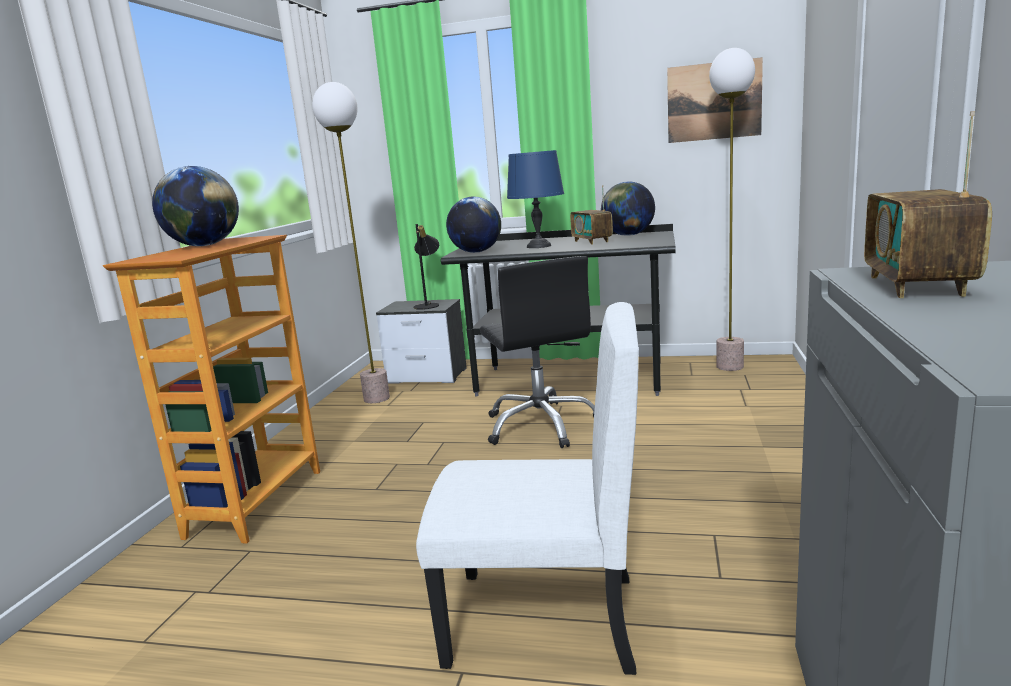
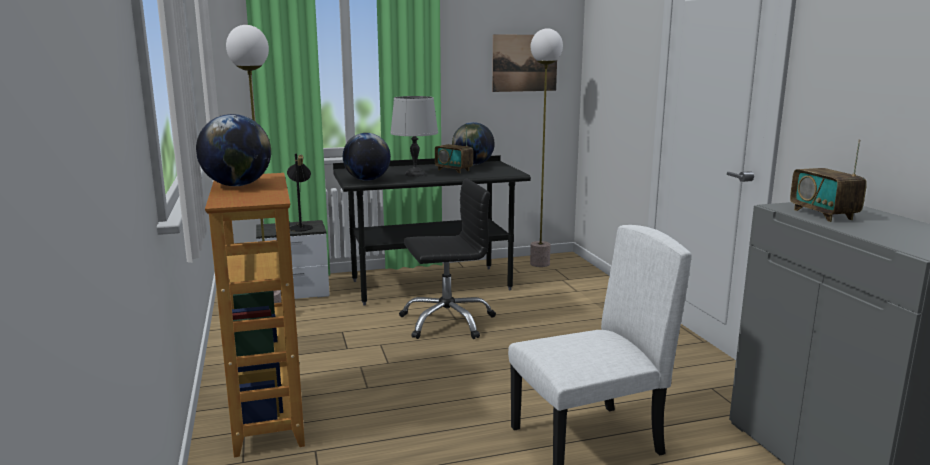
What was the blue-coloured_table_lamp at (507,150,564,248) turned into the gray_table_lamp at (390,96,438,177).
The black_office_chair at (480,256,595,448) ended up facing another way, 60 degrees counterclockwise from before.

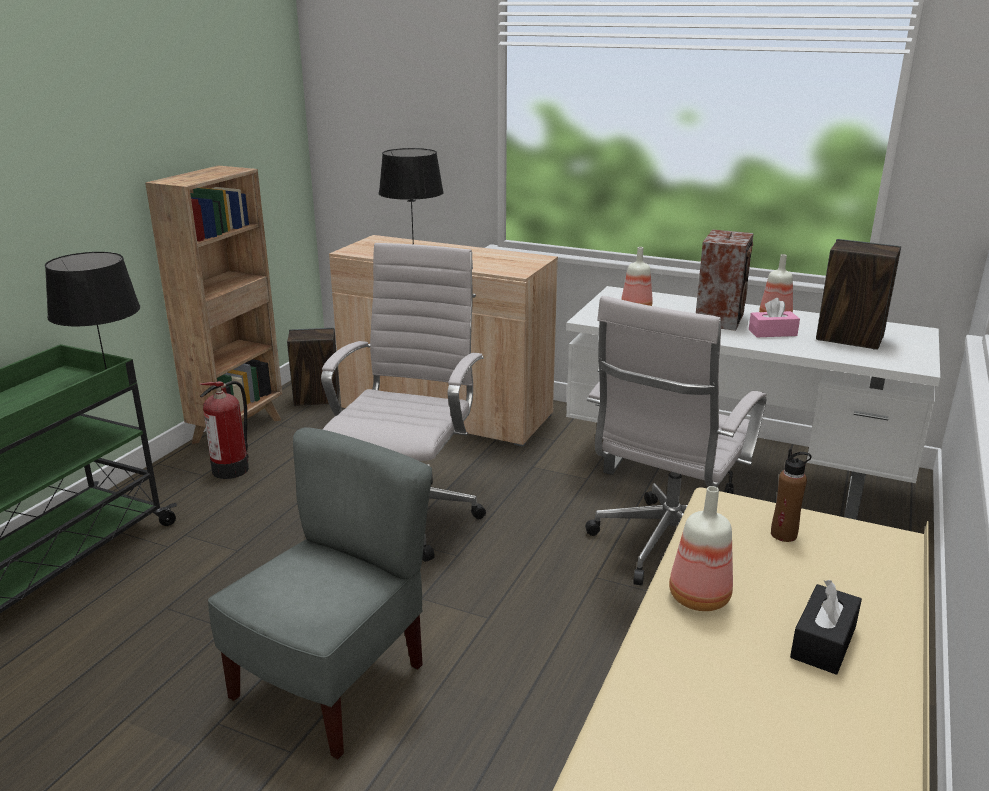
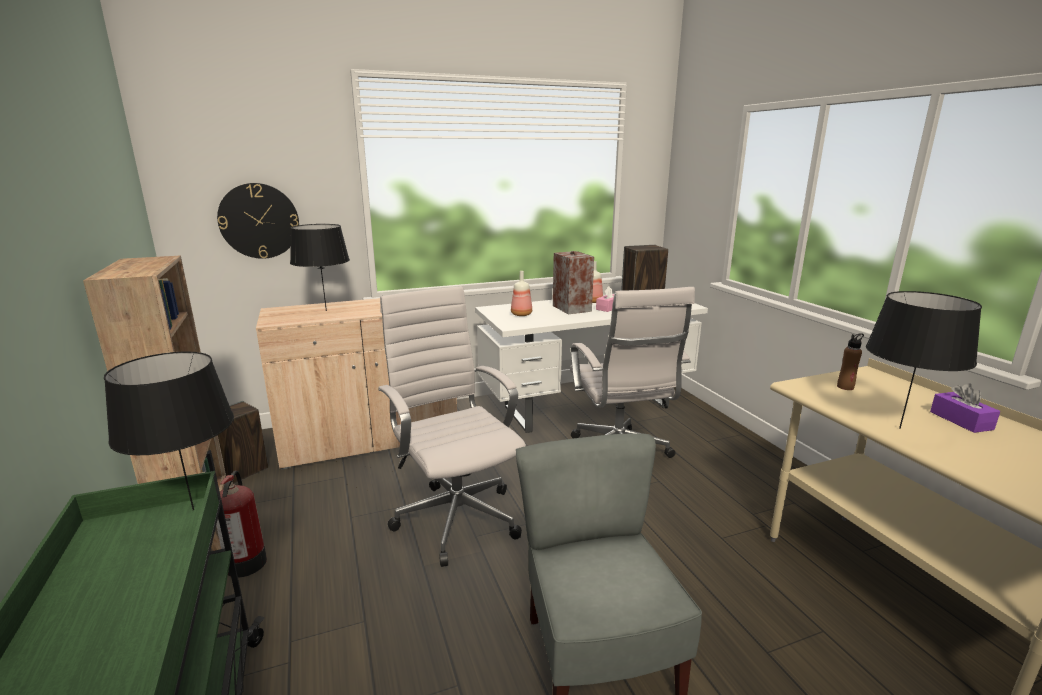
Where the beverage_bottle stood at (669,486,733,611), the black_table_lamp came to stand at (866,291,982,429).
What was the black_tissue_holder at (790,580,862,675) turned into the purple-coloured_tissue_holder at (930,383,1000,433).
The second view gained the wall_clock at (217,183,299,259).

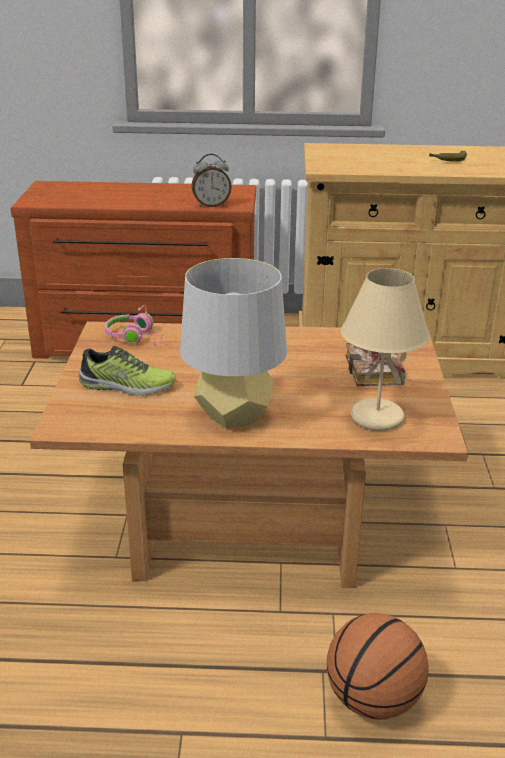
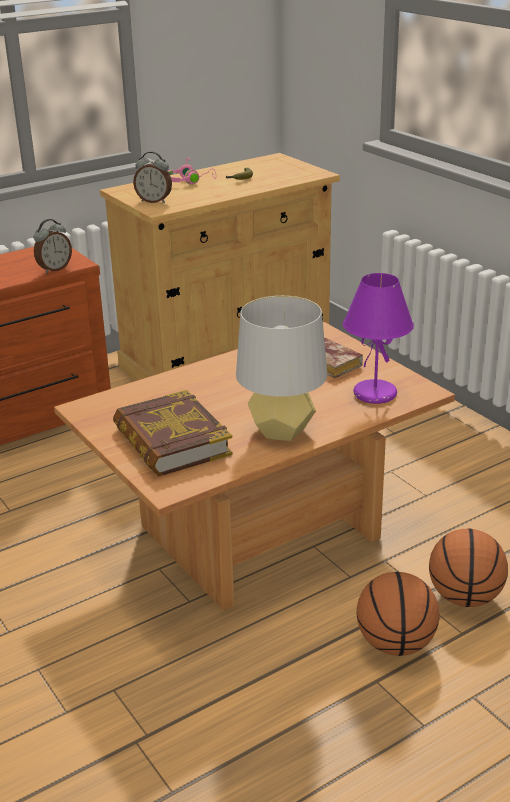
What was the beige-coloured_table_lamp at (341,268,430,431) turned into the purple-coloured_table_lamp at (343,273,414,404).
The pink-coloured_headphones ended up elsewhere, having gone from (104,305,163,346) to (168,157,216,184).
Where the low_shoe stood at (79,346,176,396), the bound_book came to stand at (113,390,233,477).
The second view gained the bedside_clock at (133,151,172,203).
The second view gained the basketball at (357,572,440,656).

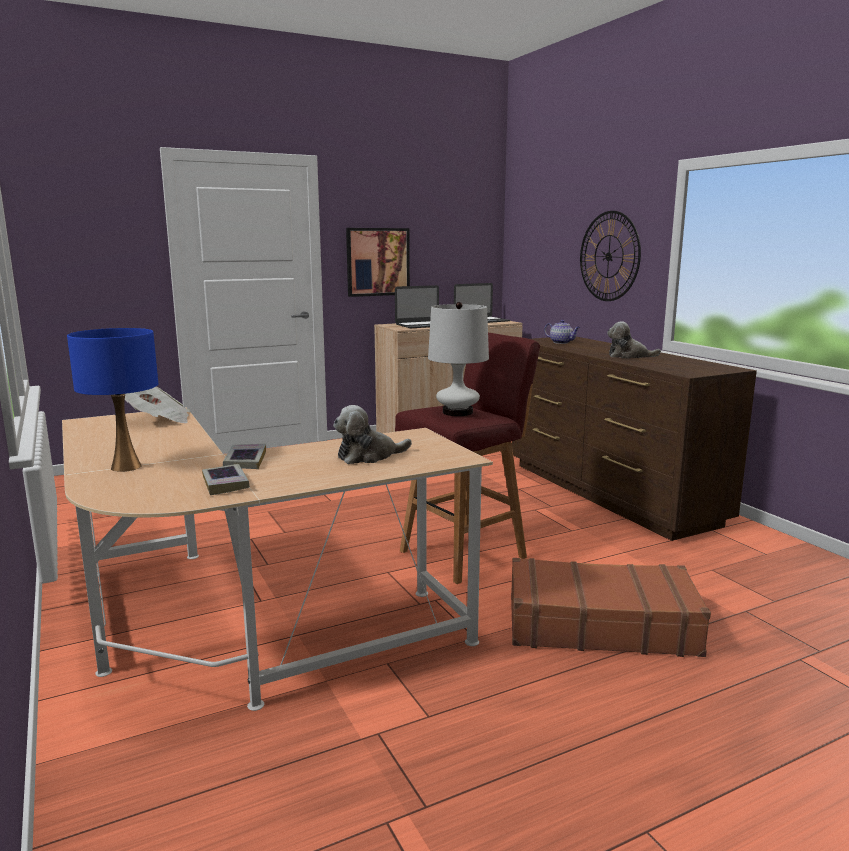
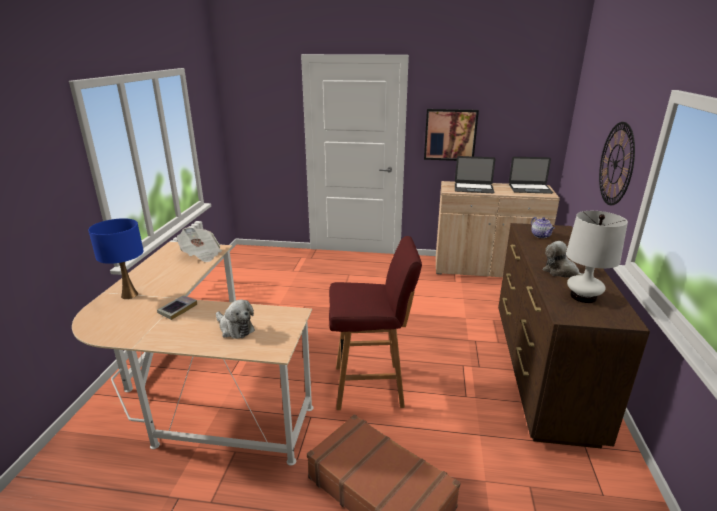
The white-coloured_table_lamp ended up elsewhere, having gone from (428,302,489,416) to (566,211,628,303).
The plush_toy at (333,405,412,464) ended up facing another way, 150 degrees counterclockwise from before.
The second view lost the bound_book at (202,464,250,495).

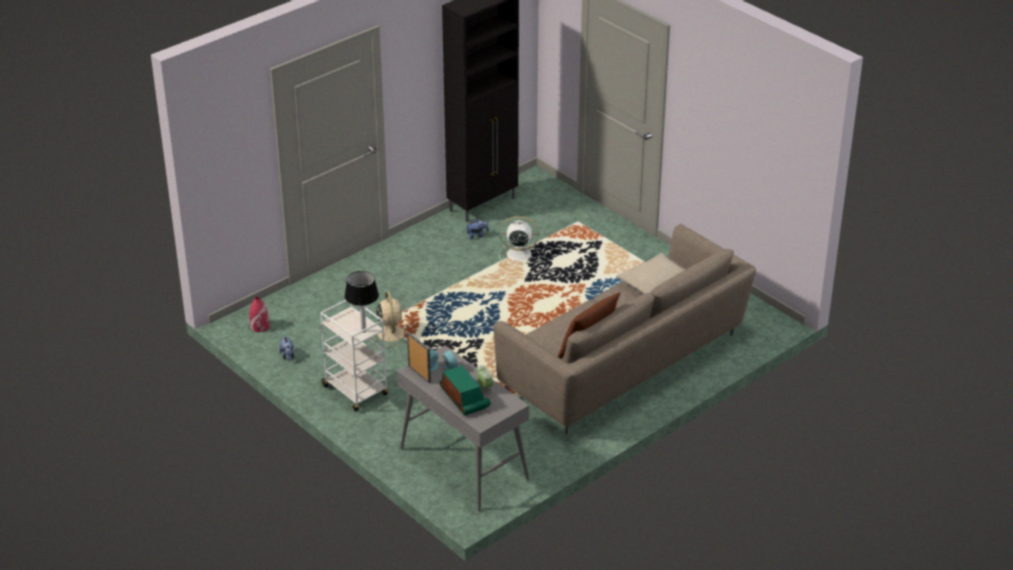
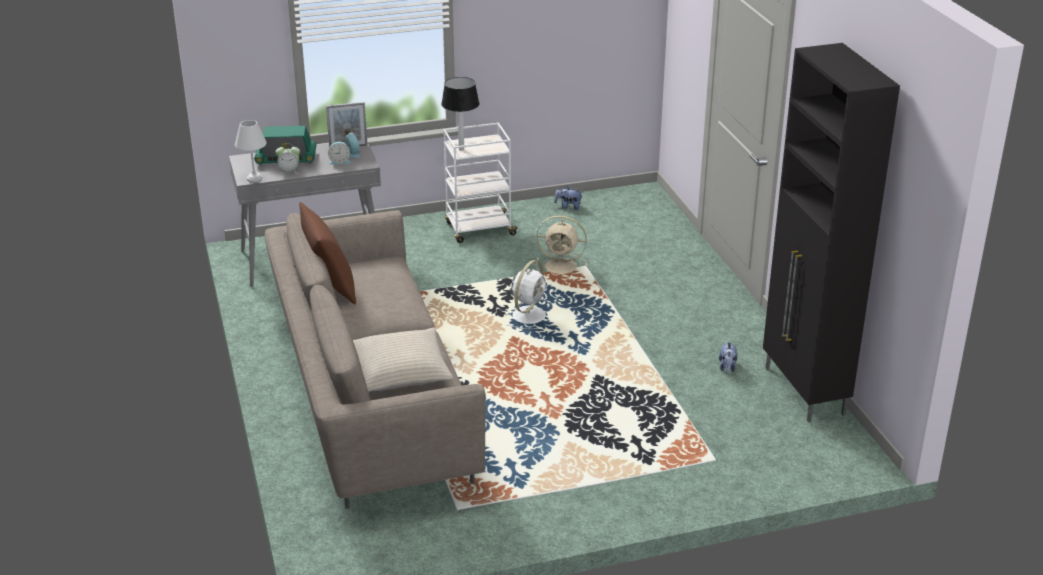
The white-coloured_electric_fan ended up elsewhere, having gone from (499,216,540,265) to (505,260,546,329).
The second view lost the red-coloured_vase at (250,297,269,332).
The second view gained the white-coloured_table_lamp at (235,120,267,182).

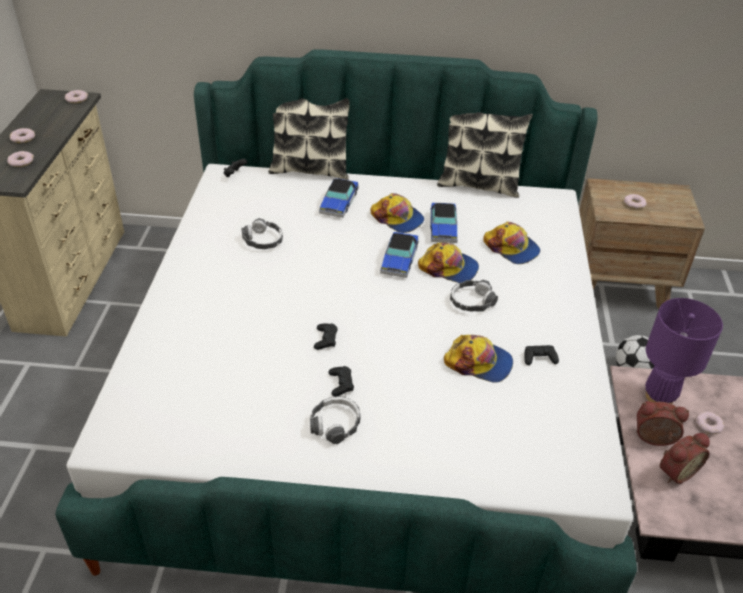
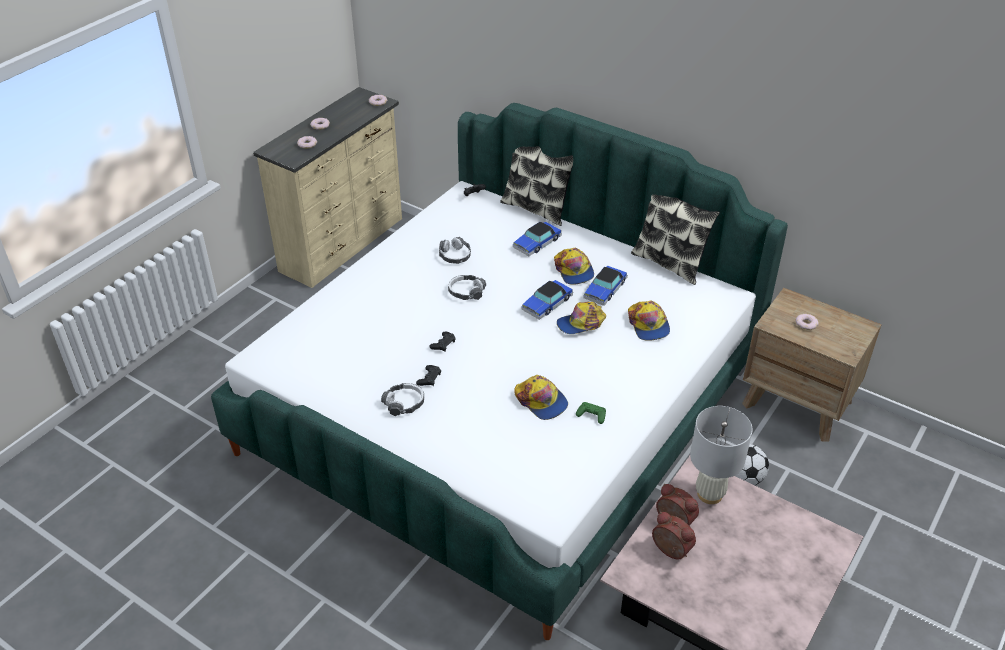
The baseball_cap at (418,242,479,283) ended up facing another way, 105 degrees clockwise from before.
The headphones ended up elsewhere, having gone from (450,279,498,312) to (448,275,486,300).
What was the purple-coloured_table_lamp at (645,298,723,404) turned into the white-coloured_table_lamp at (690,406,752,504).
What was the black_game_controller at (524,345,559,365) turned into the green-coloured_game_controller at (576,402,606,424).
The second view lost the donut at (696,411,724,434).
The bedside_clock at (660,433,710,484) ended up facing another way, 135 degrees counterclockwise from before.

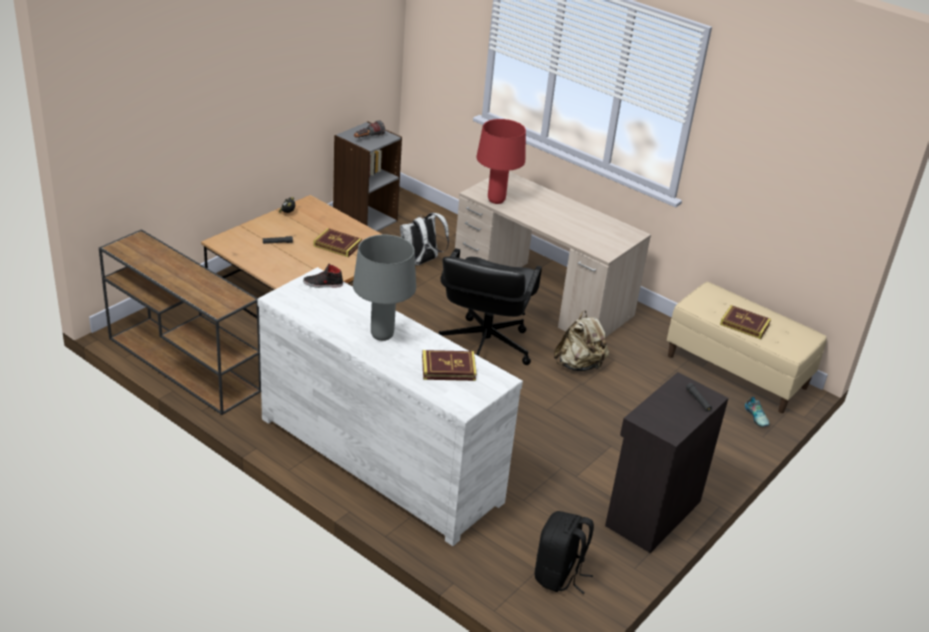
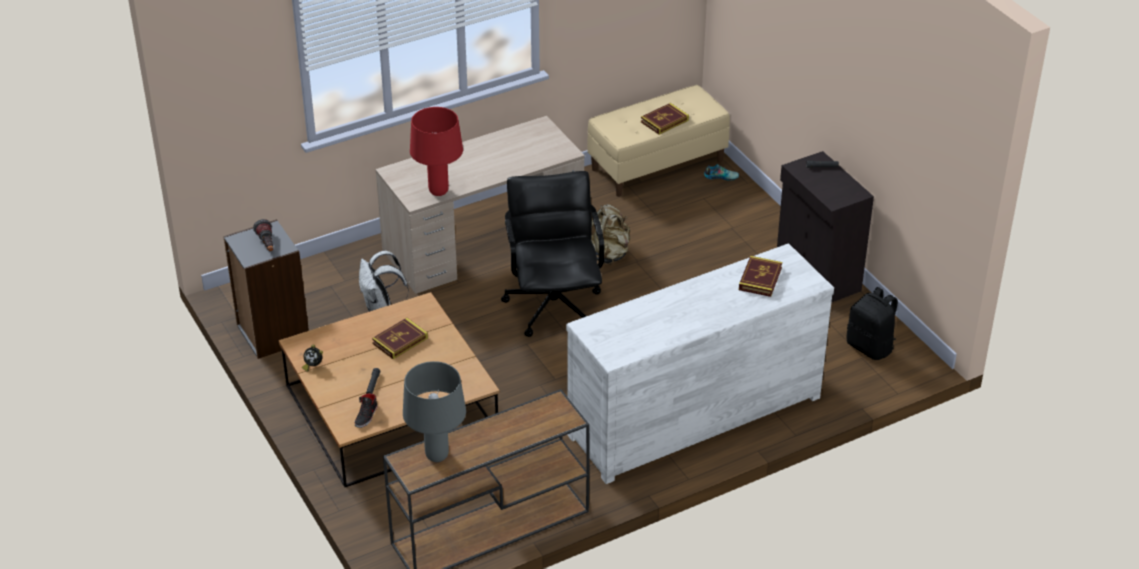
The gray_table_lamp ended up elsewhere, having gone from (353,235,416,341) to (403,361,466,462).
The black_office_chair at (439,248,542,365) ended up facing another way, 135 degrees counterclockwise from before.
The black_low_shoe ended up elsewhere, having gone from (303,264,343,288) to (355,393,378,428).

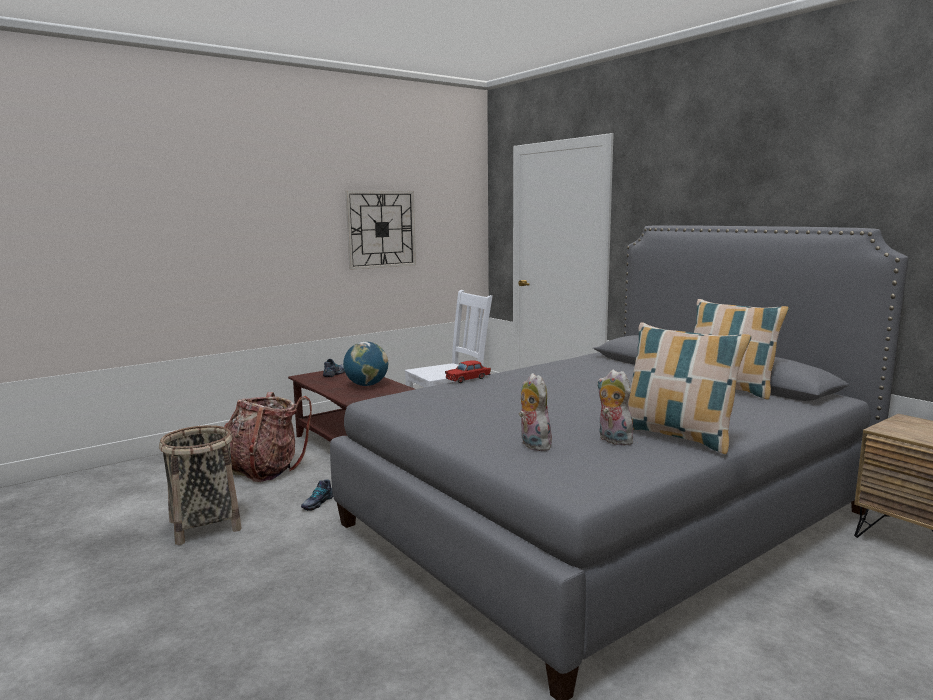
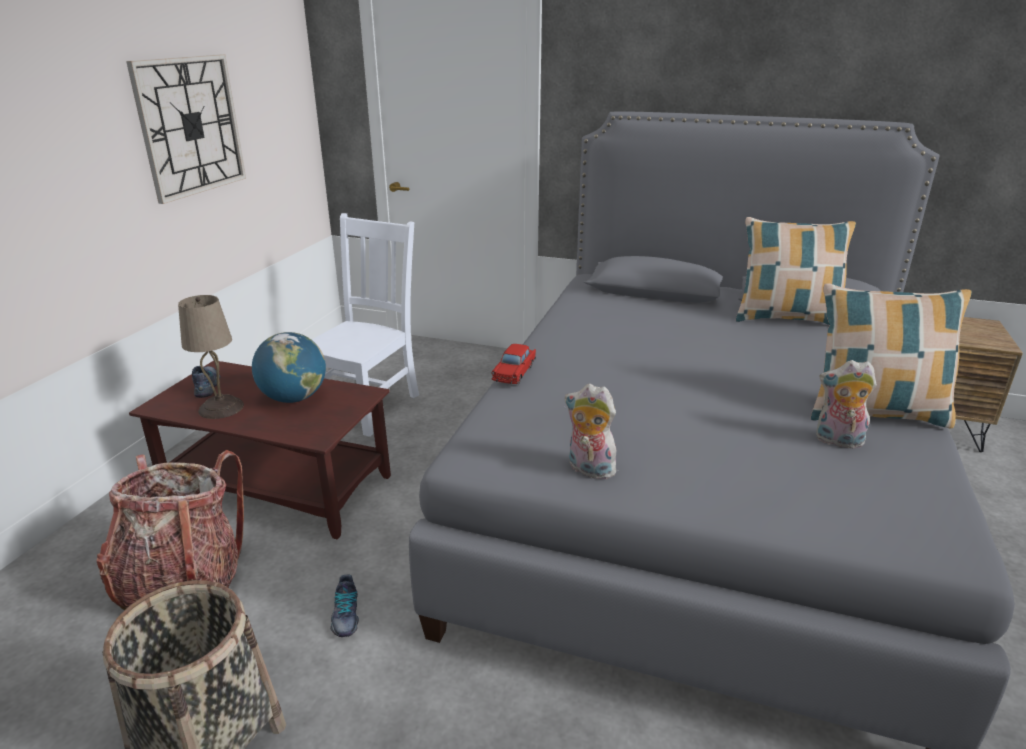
The plush_toy ended up elsewhere, having gone from (519,373,552,451) to (564,384,619,479).
The second view gained the beige-coloured_table_lamp at (178,295,244,419).

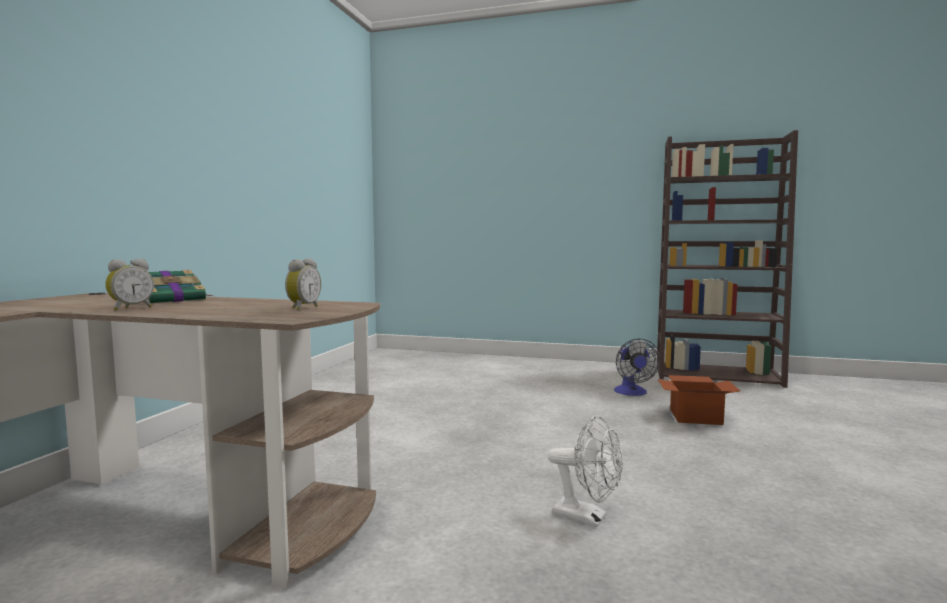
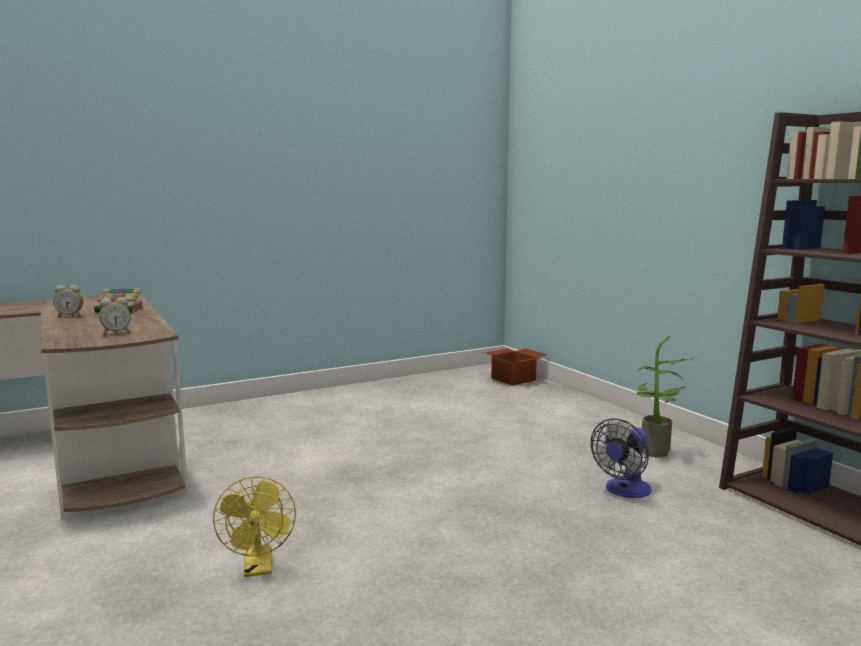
The carton ended up elsewhere, having gone from (658,375,740,425) to (482,348,547,386).
What was the white-coloured_electric_fan at (547,415,623,527) turned into the yellow-coloured_electric_fan at (213,476,296,577).
The second view gained the plant_in_a_pot at (637,335,696,458).

